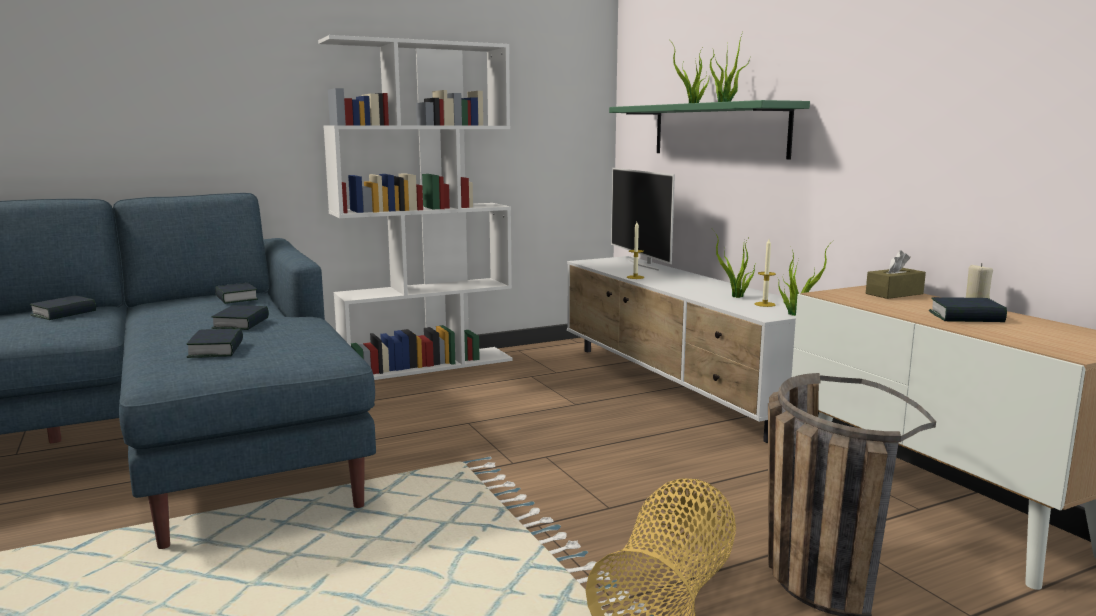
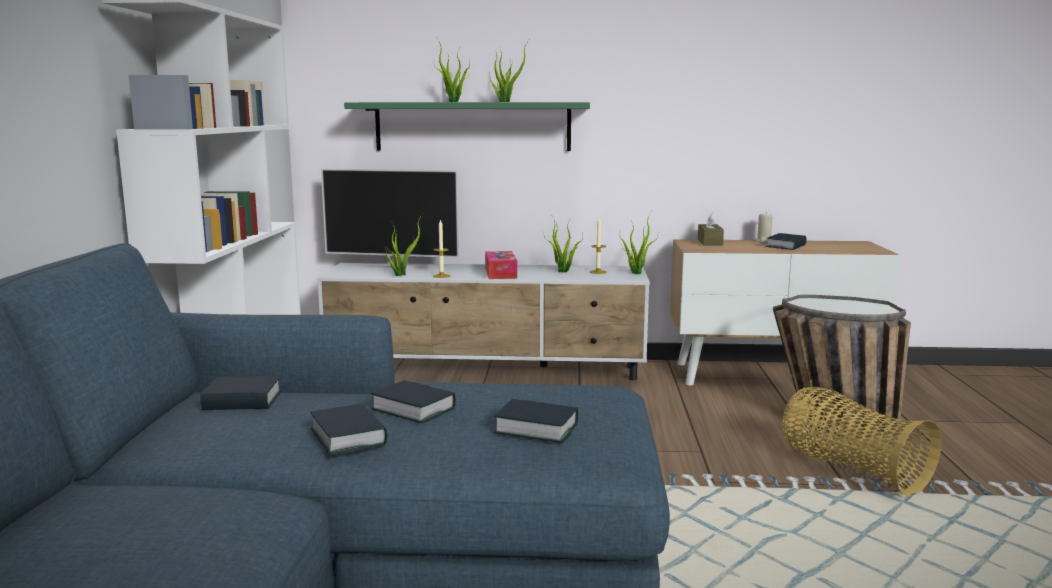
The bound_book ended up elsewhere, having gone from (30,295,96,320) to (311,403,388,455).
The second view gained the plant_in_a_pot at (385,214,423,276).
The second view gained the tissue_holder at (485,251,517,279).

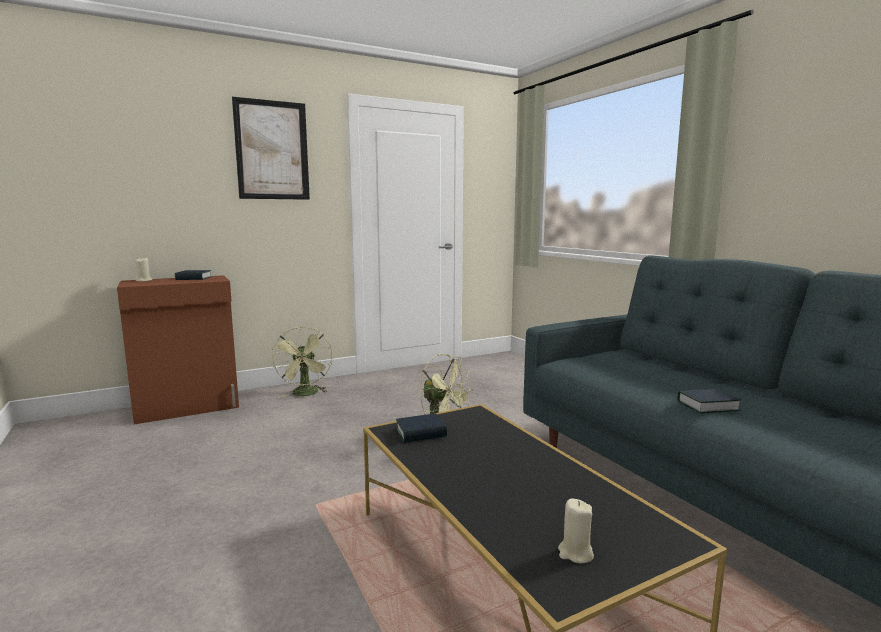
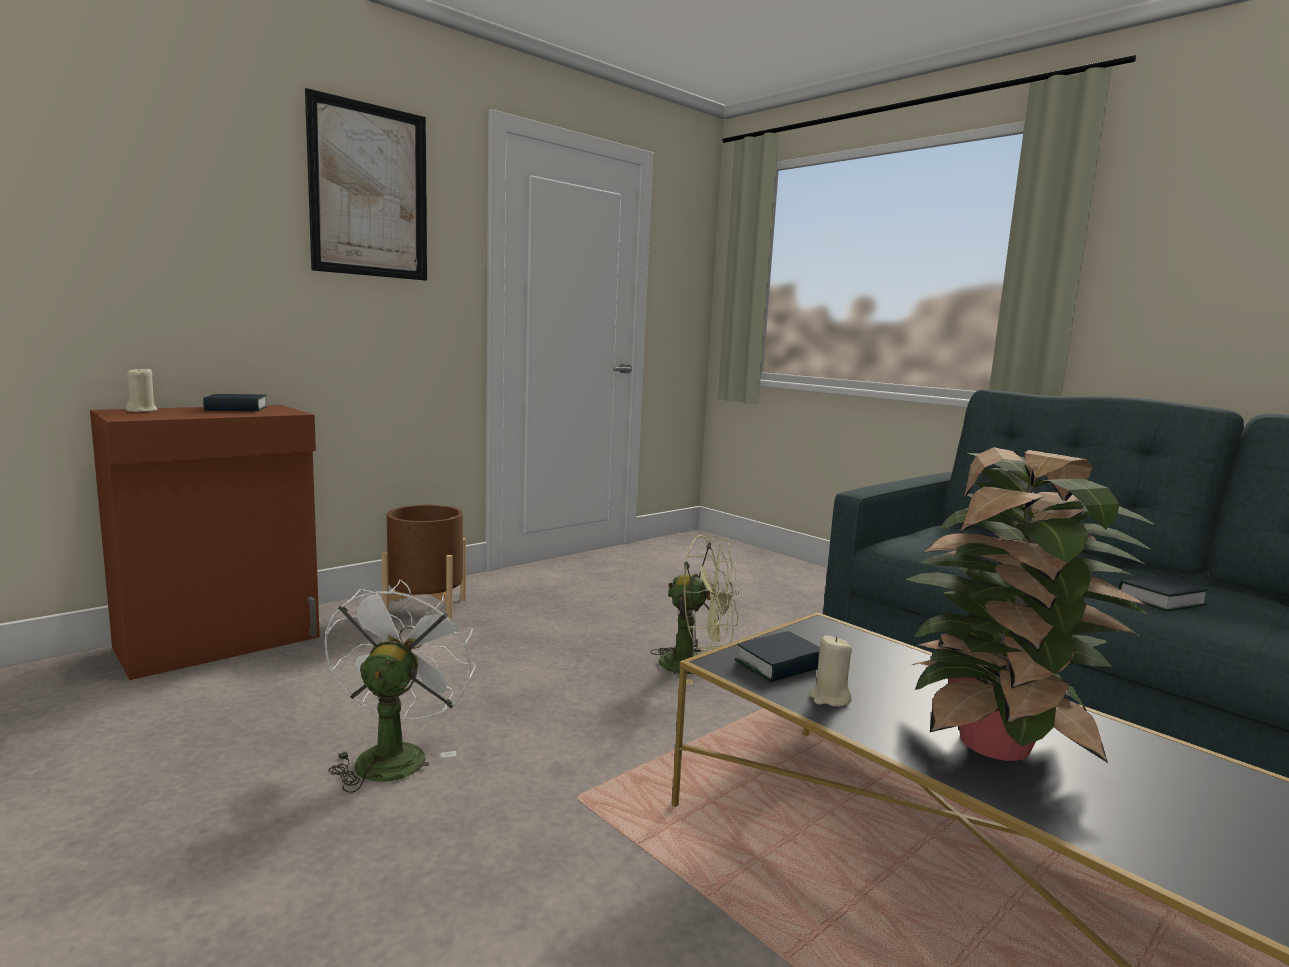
Where the green-coloured_electric_fan stood at (272,327,333,397), the brownish_flower_pot came to stand at (382,505,466,620).
The beige-coloured_wax_candle ended up elsewhere, having gone from (558,499,594,563) to (809,636,852,707).
The second view gained the plant_in_a_pot at (905,447,1157,763).
The second view gained the white-coloured_electric_fan at (325,579,475,793).

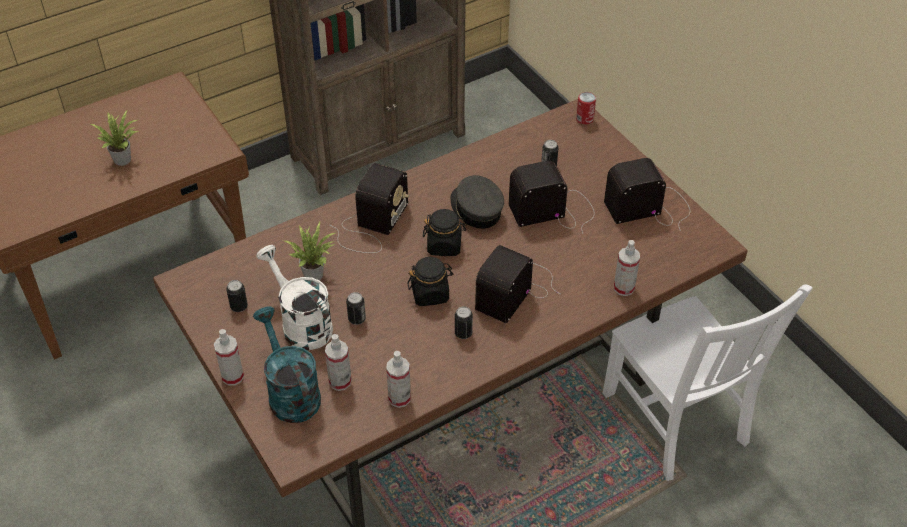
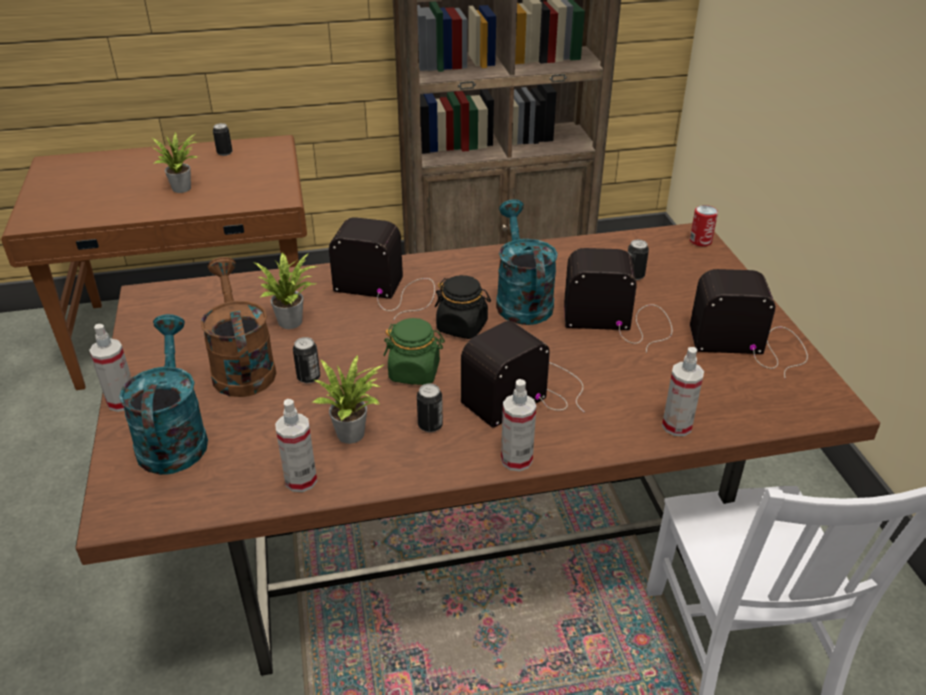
The radio_set at (330,163,409,253) ended up facing another way, 120 degrees counterclockwise from before.
Where the gray_baseball_cap stood at (451,175,504,229), the blue-green_watering_can came to stand at (496,199,558,325).
What was the white-coloured_watering_can at (256,245,333,350) turned into the brownish_watering_can at (201,257,276,397).
What was the black_preserve_jar at (408,257,453,306) turned into the green-coloured_preserve_jar at (383,318,445,385).
The metal_can ended up elsewhere, having gone from (226,280,248,312) to (213,123,232,156).
The hand_sprayer ended up elsewhere, having gone from (325,334,352,391) to (501,379,536,471).
The second view gained the plant_in_a_pot at (313,354,385,444).

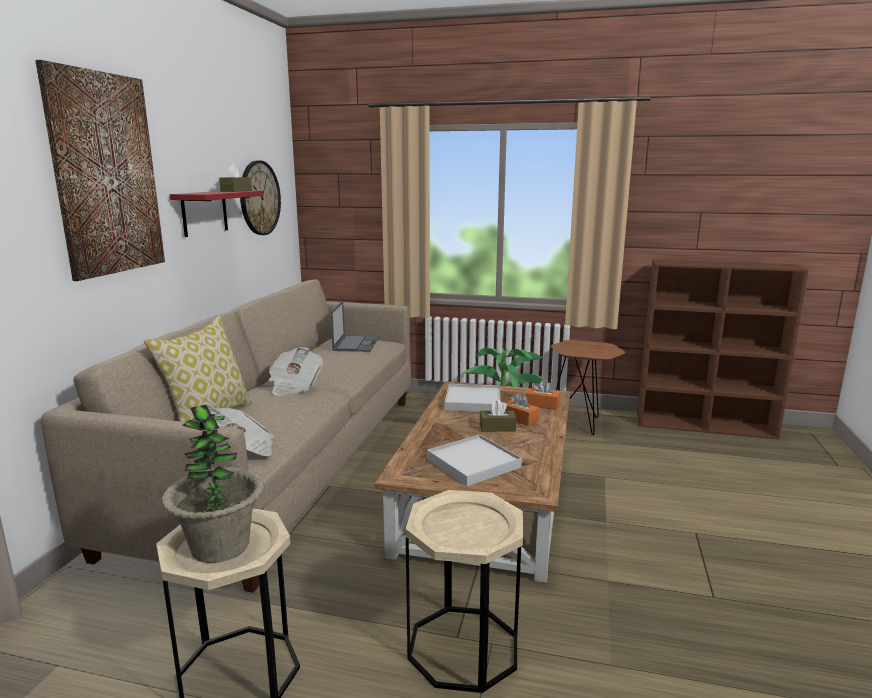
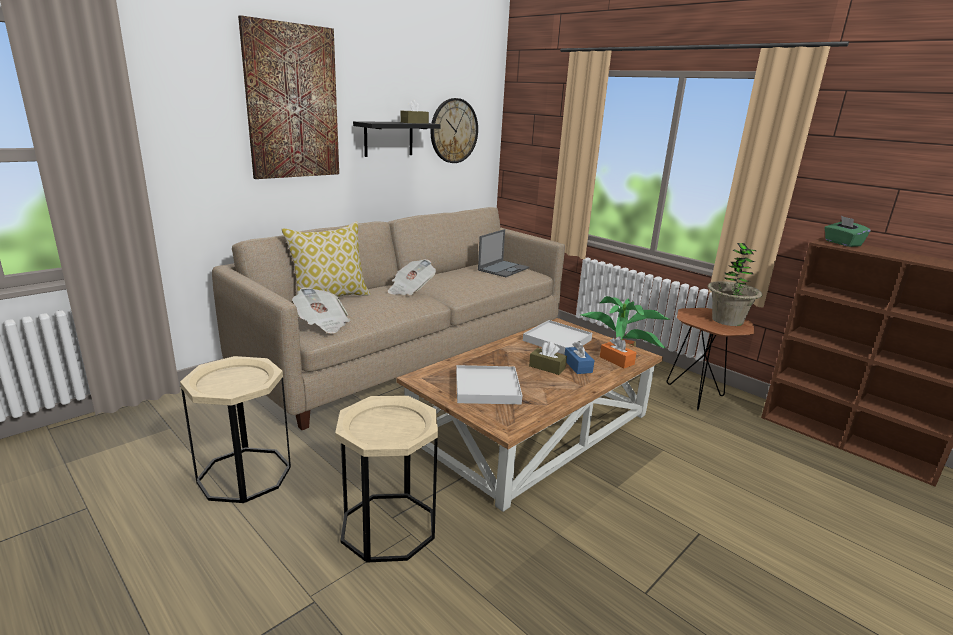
What was the red-coloured_bracket_shelf at (170,191,264,237) turned into the black_bracket_shelf at (353,121,441,157).
What was the orange_tissue_holder at (505,393,539,426) turned into the blue-coloured_tissue_holder at (565,341,595,374).
The plant_in_a_pot ended up elsewhere, having gone from (162,405,265,563) to (708,243,763,326).
The second view gained the green-coloured_tissue_holder at (825,216,871,247).

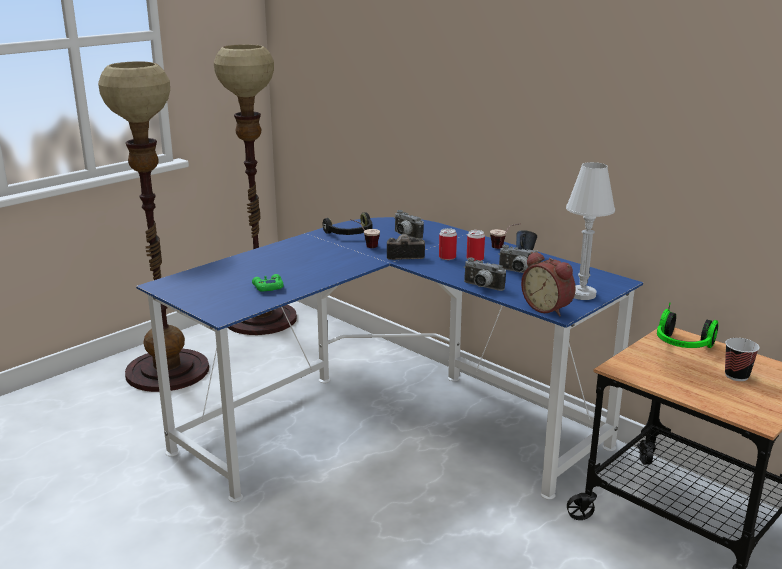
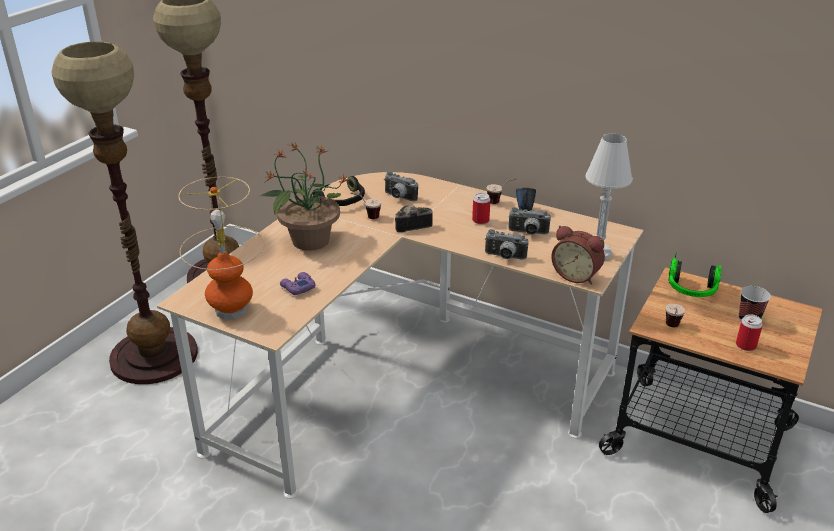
What was the blue-coloured_desk at (136,217,643,502) turned into the beige-coloured_desk at (157,172,643,499).
The metal_can ended up elsewhere, having gone from (439,228,457,260) to (736,315,763,351).
What was the green-coloured_game_controller at (252,274,284,292) turned into the purple-coloured_game_controller at (280,272,315,295).
The second view gained the plant_in_a_pot at (259,143,349,251).
The second view gained the table_lamp at (178,177,265,320).
The second view gained the small_cup at (666,304,685,327).

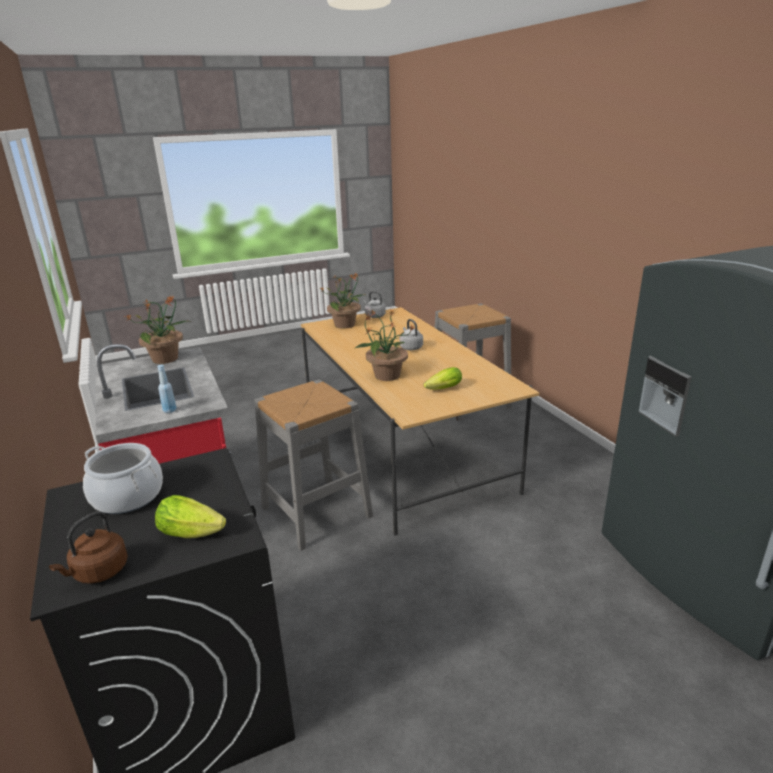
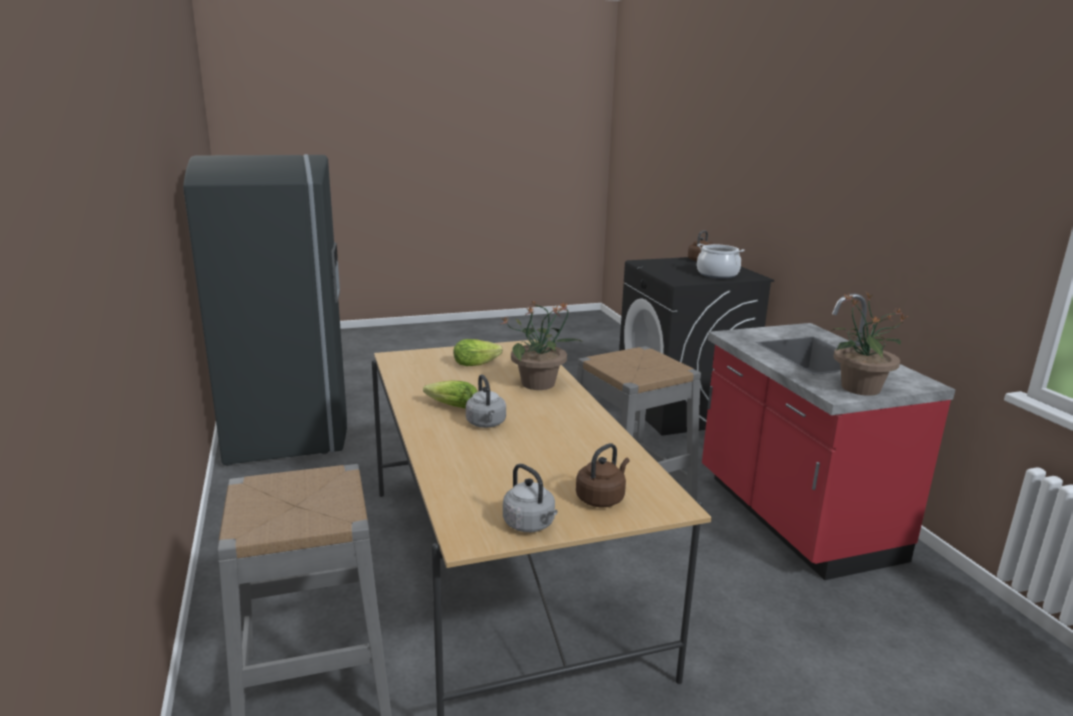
Where the plant_in_a_pot stood at (321,273,365,329), the brownish_kettle came to stand at (576,443,629,507).
The second view lost the blue-coloured_beverage_bottle at (158,365,177,413).
The head_of_lettuce ended up elsewhere, having gone from (155,495,226,538) to (423,380,478,408).

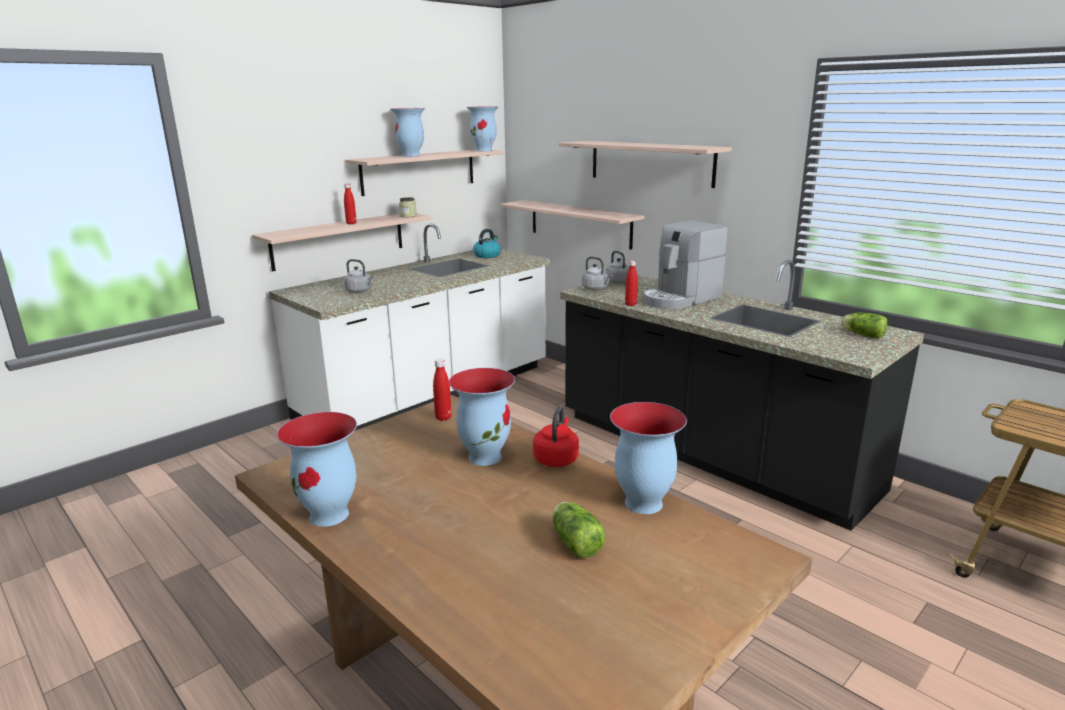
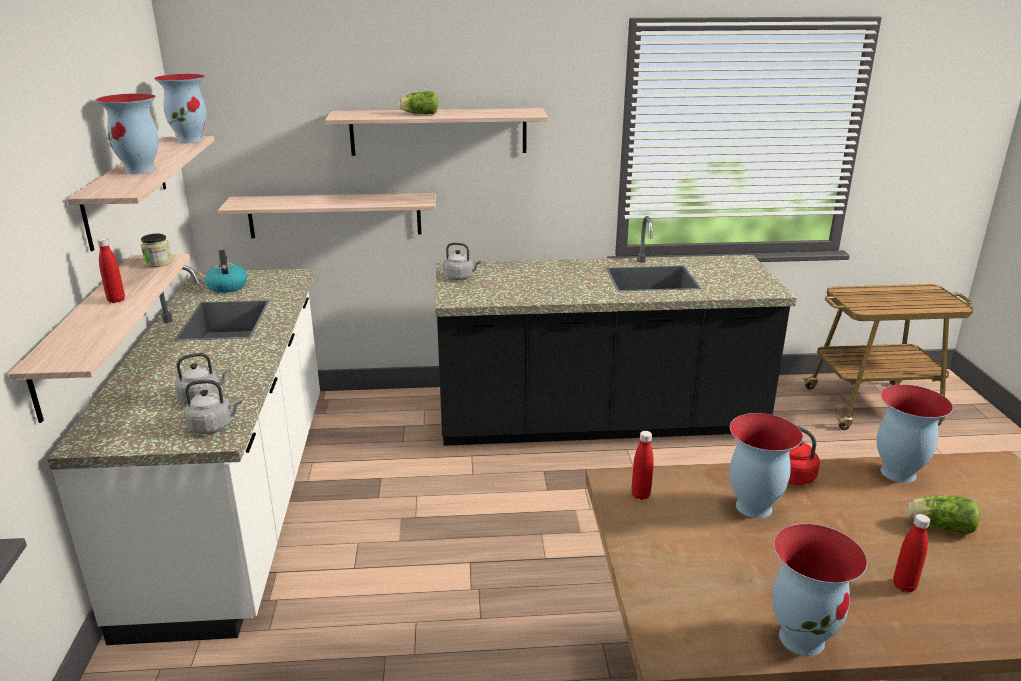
The second view lost the coffee_machine at (643,220,728,309).
The gray_kettle ended up elsewhere, having gone from (582,257,612,290) to (184,380,242,434).
The red-coloured_beverage_bottle ended up elsewhere, having gone from (625,261,638,306) to (893,514,930,592).
The head_of_lettuce ended up elsewhere, having gone from (841,313,888,339) to (398,91,438,114).

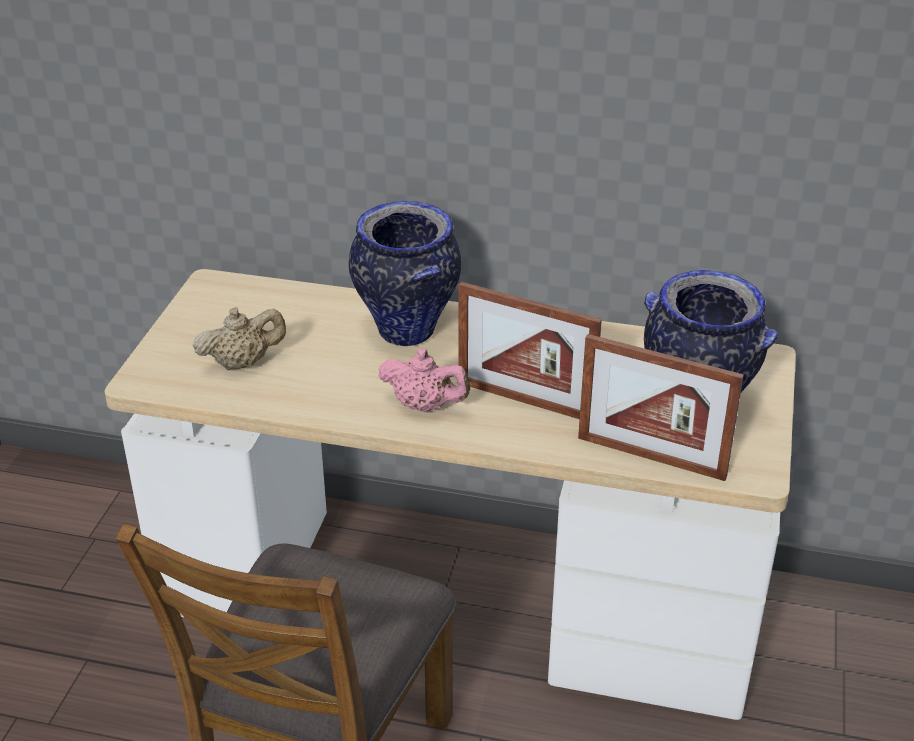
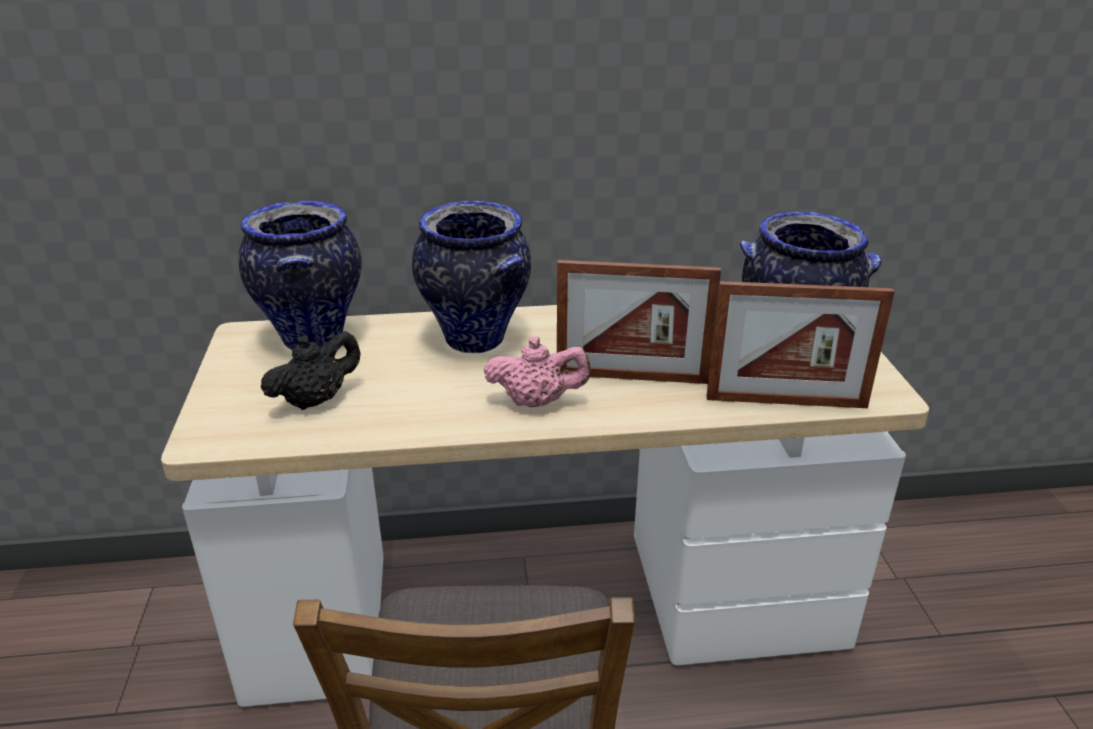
What was the beige-coloured_tea_pot at (193,307,286,370) turned into the black_tea_pot at (261,331,361,410).
The second view gained the vase at (238,200,362,350).

